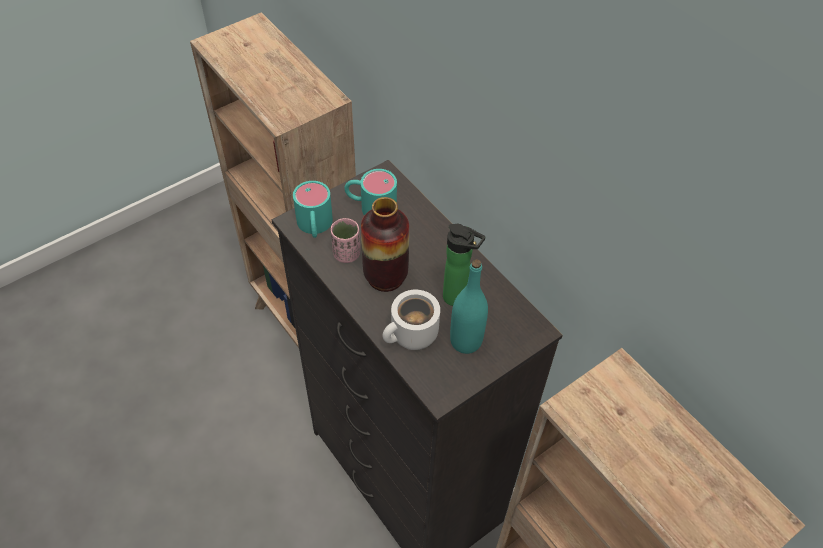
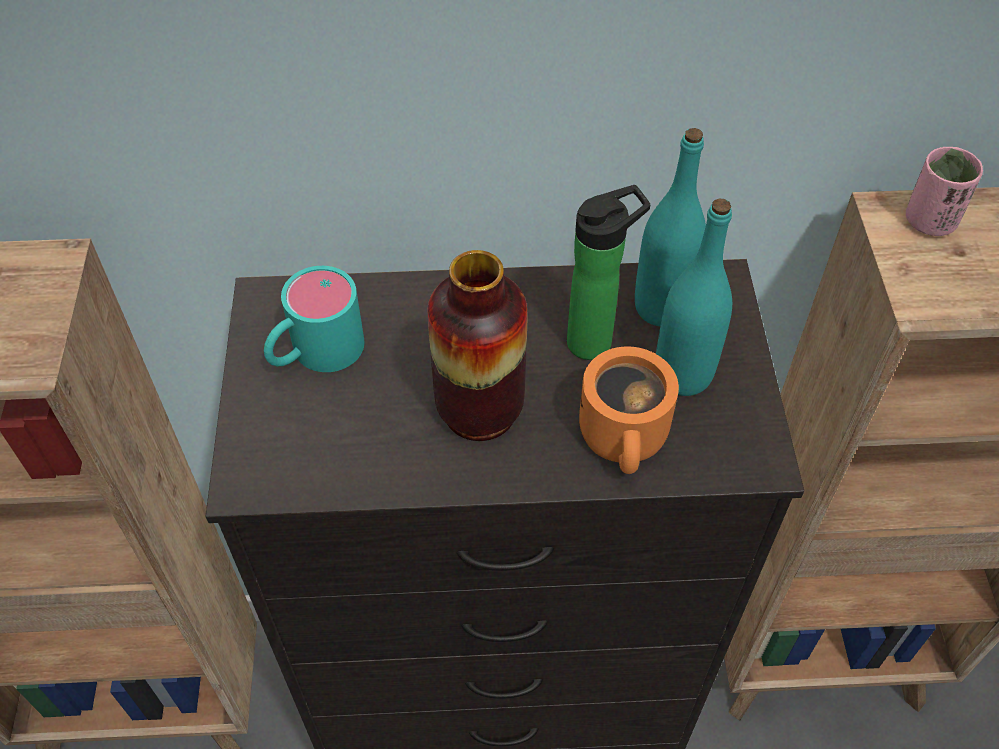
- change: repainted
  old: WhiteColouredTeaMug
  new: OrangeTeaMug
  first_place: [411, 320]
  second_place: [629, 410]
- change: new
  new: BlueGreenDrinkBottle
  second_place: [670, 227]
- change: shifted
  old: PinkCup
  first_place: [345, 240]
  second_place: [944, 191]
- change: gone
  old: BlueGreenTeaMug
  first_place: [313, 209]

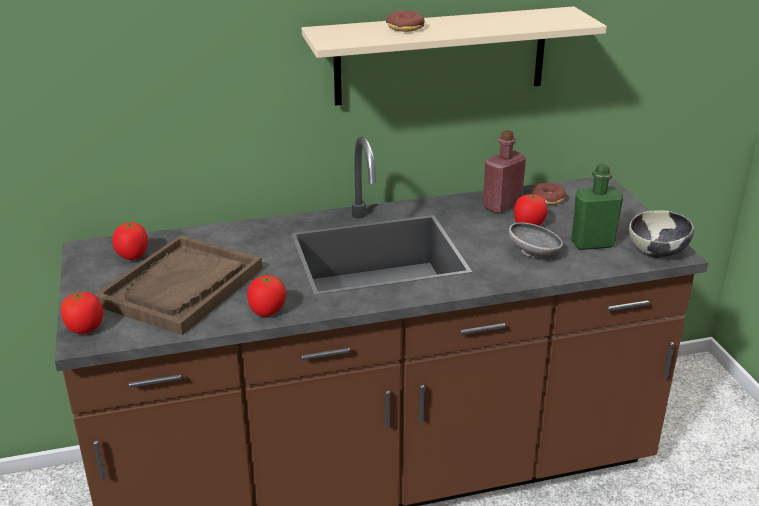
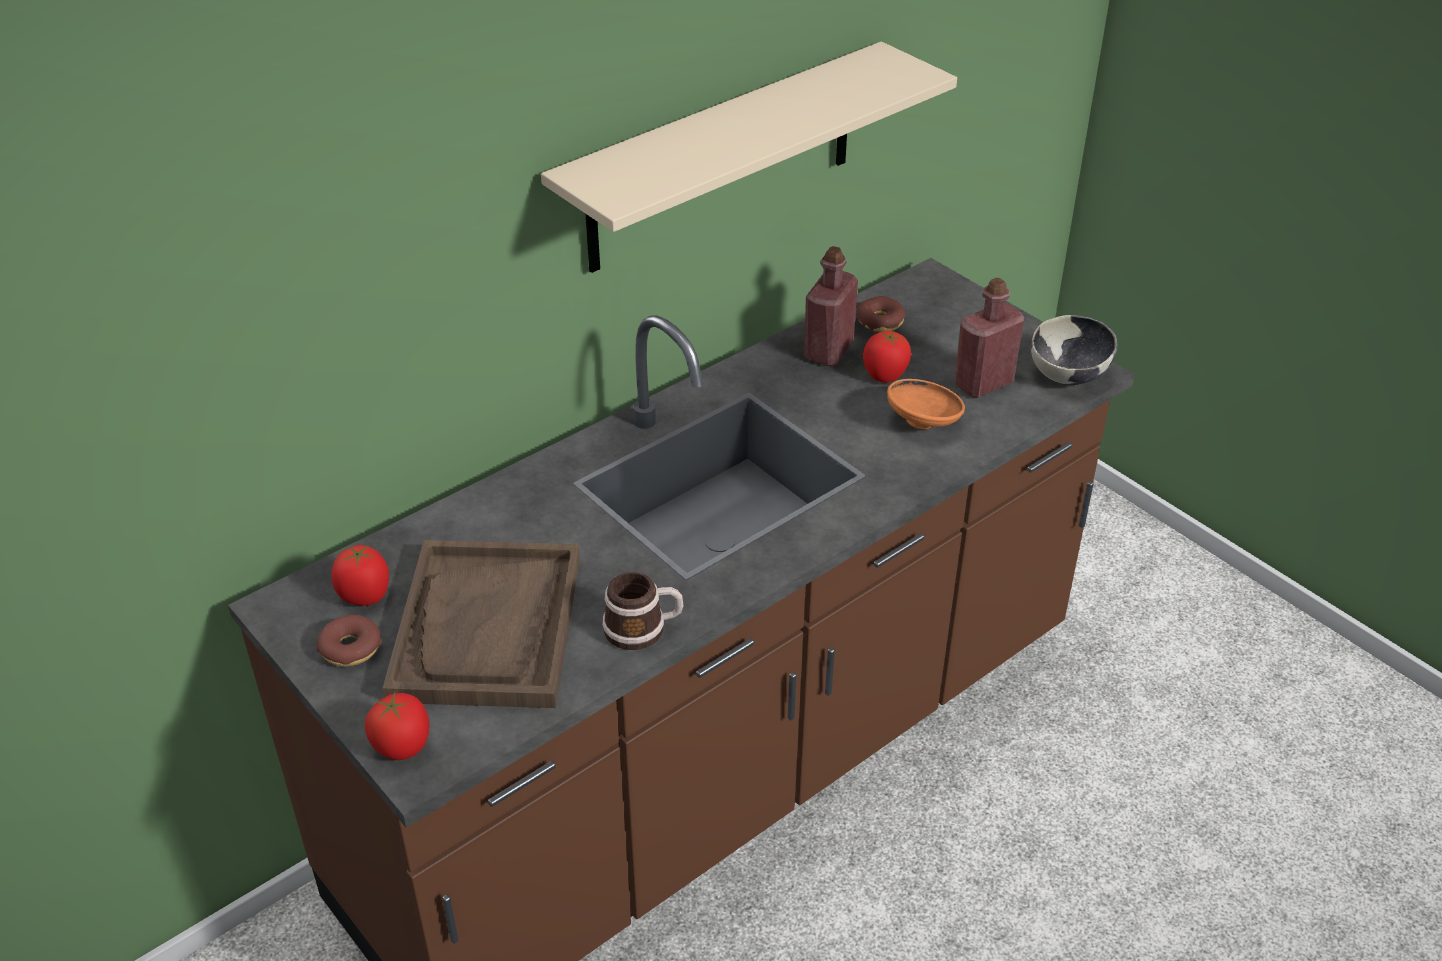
- change: shifted
  old: Doughnut
  first_place: [405, 21]
  second_place: [349, 641]
- change: swapped
  old: FreshTomato
  new: TeaMug
  first_place: [266, 296]
  second_place: [642, 611]
- change: repainted
  old: GreyServingBowl
  new: OrangeServingBowl
  first_place: [536, 239]
  second_place: [926, 404]
- change: repainted
  old: GreenColouredDrinkBottle
  new: RedDrinkBottle
  first_place: [597, 207]
  second_place: [989, 338]

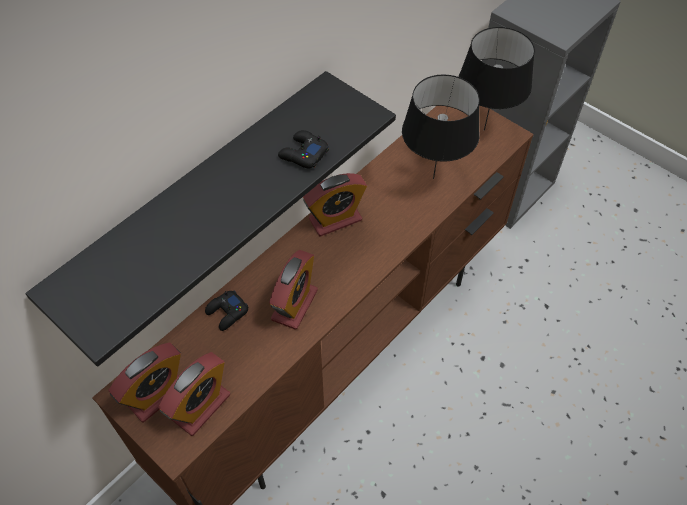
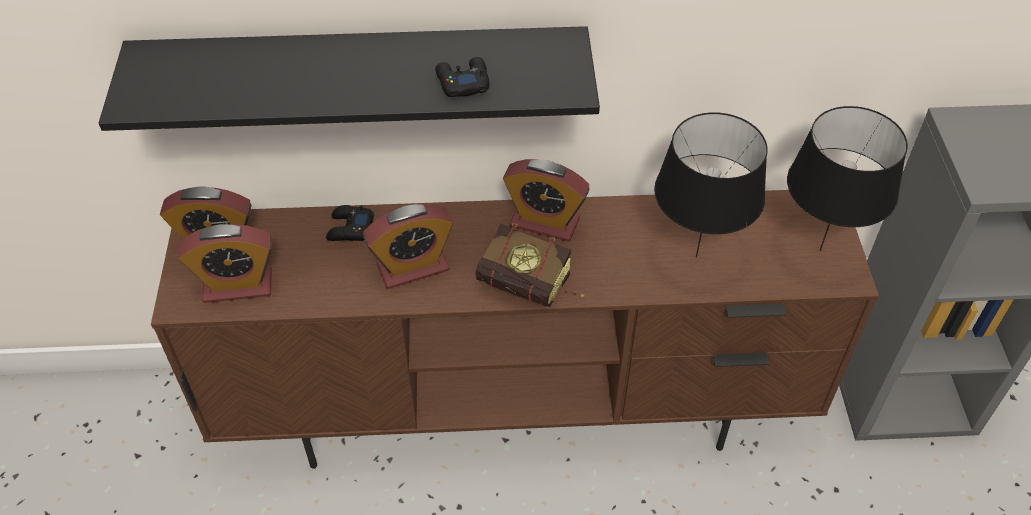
- change: new
  new: Book
  second_place: [530, 265]

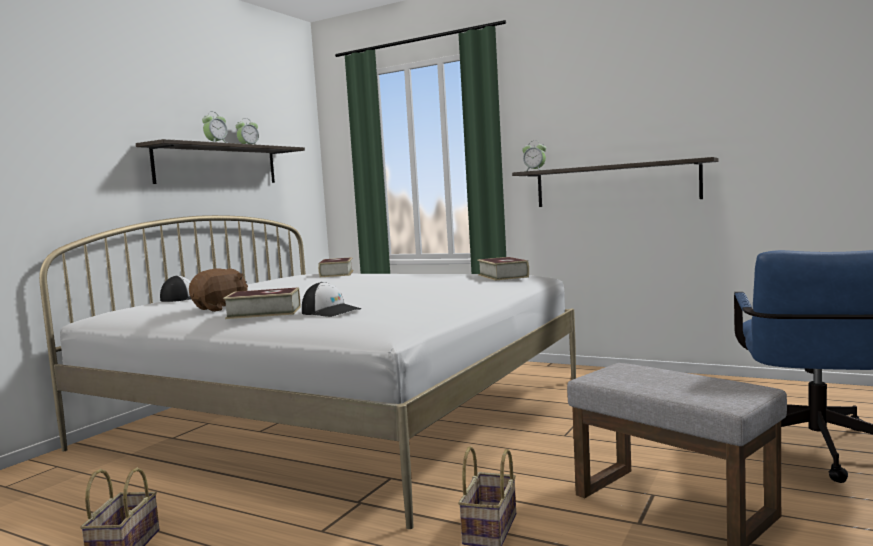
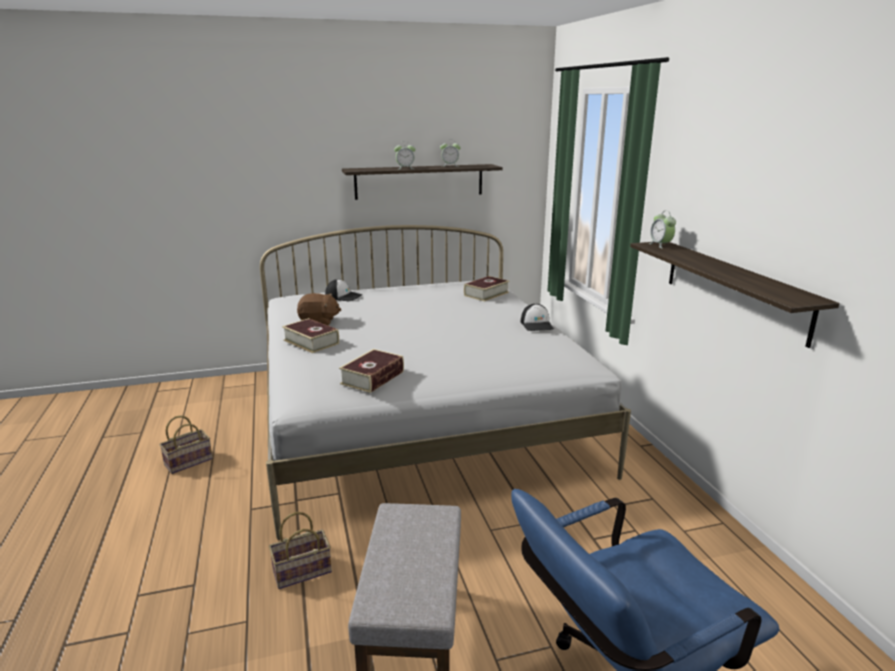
- change: shifted
  old: Book
  first_place: [503, 269]
  second_place: [371, 371]
- change: shifted
  old: PeakedCap
  first_place: [332, 299]
  second_place: [537, 317]

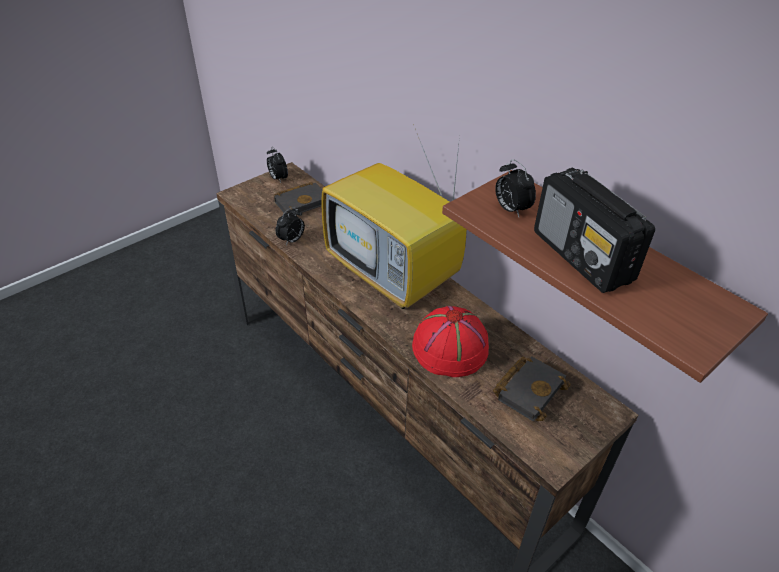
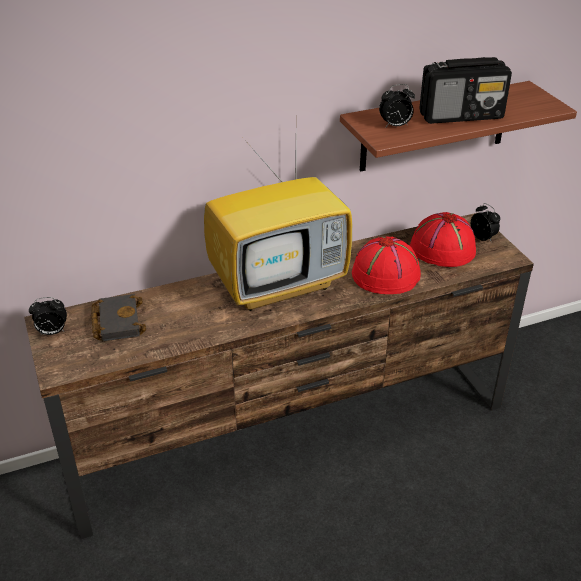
- change: swapped
  old: BlackColouredBook
  new: RedHat
  first_place: [532, 389]
  second_place: [443, 239]
- change: shifted
  old: TableClock
  first_place: [290, 226]
  second_place: [485, 222]

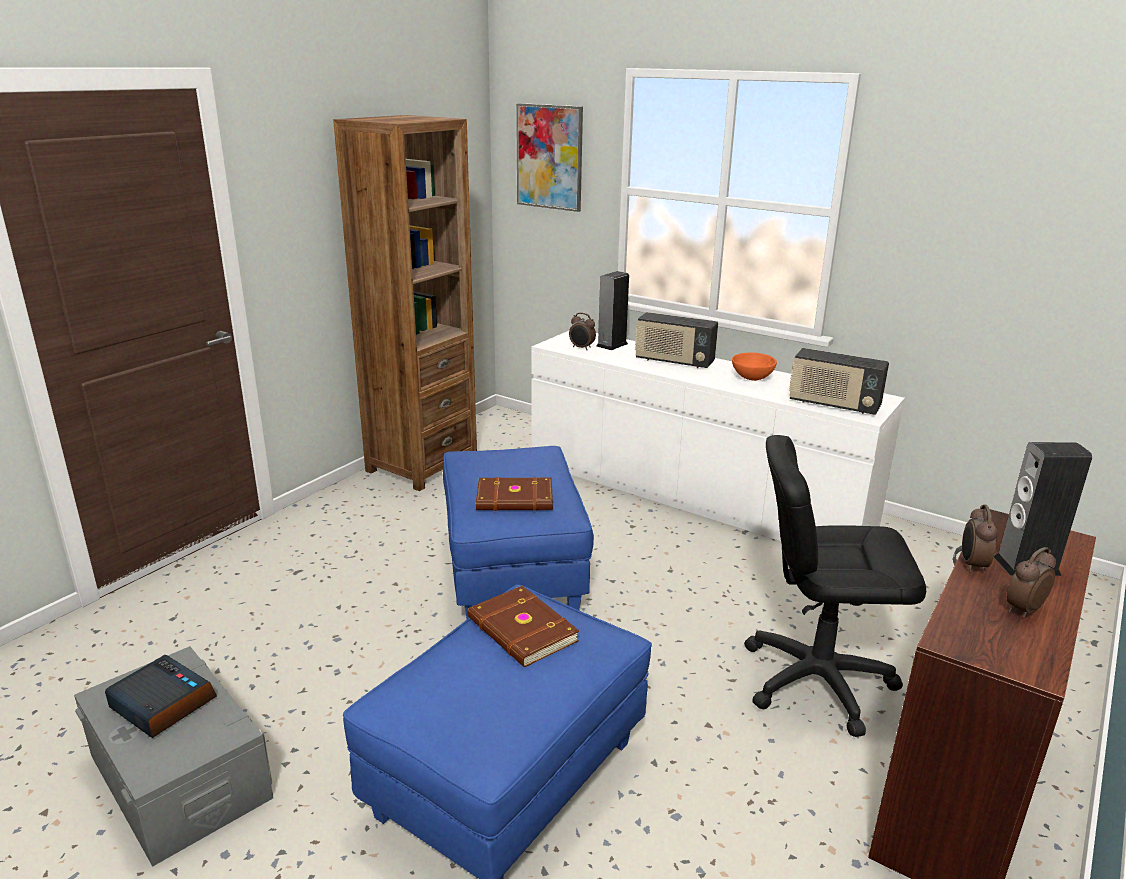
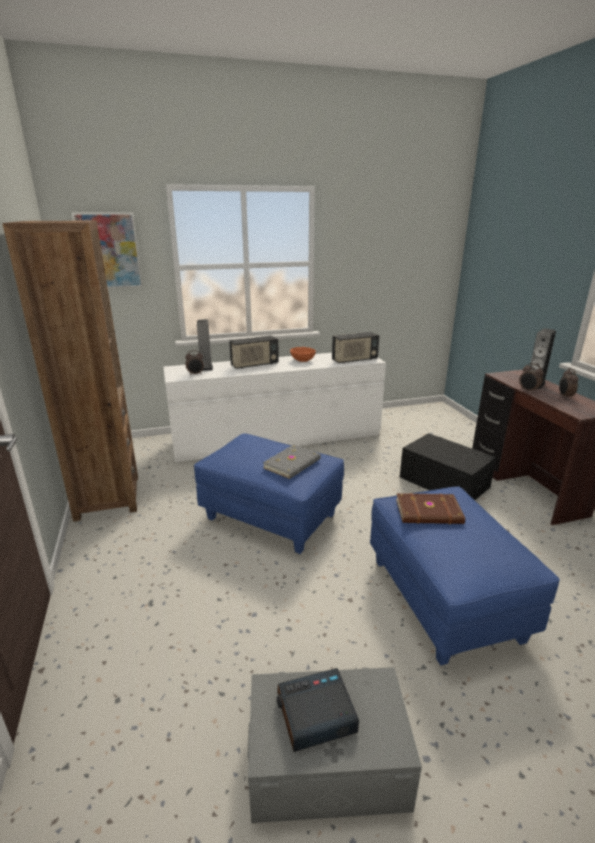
- change: repainted
  old: BrownBook
  new: GreyBook
  first_place: [514, 494]
  second_place: [292, 462]
- change: swapped
  old: BlackColouredComputerChair
  new: BlackColouredStorageBin
  first_place: [835, 586]
  second_place: [448, 466]

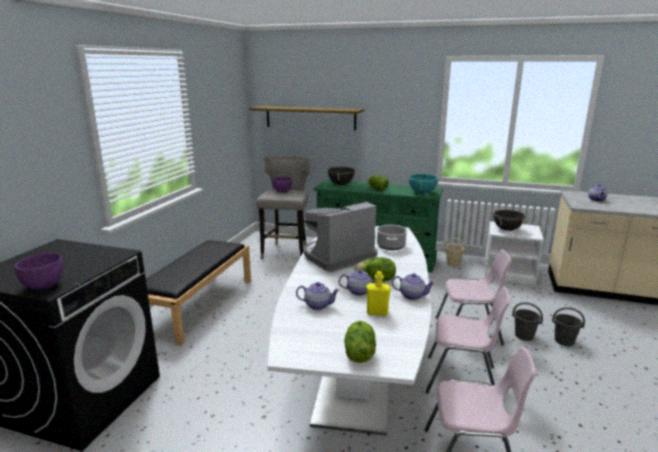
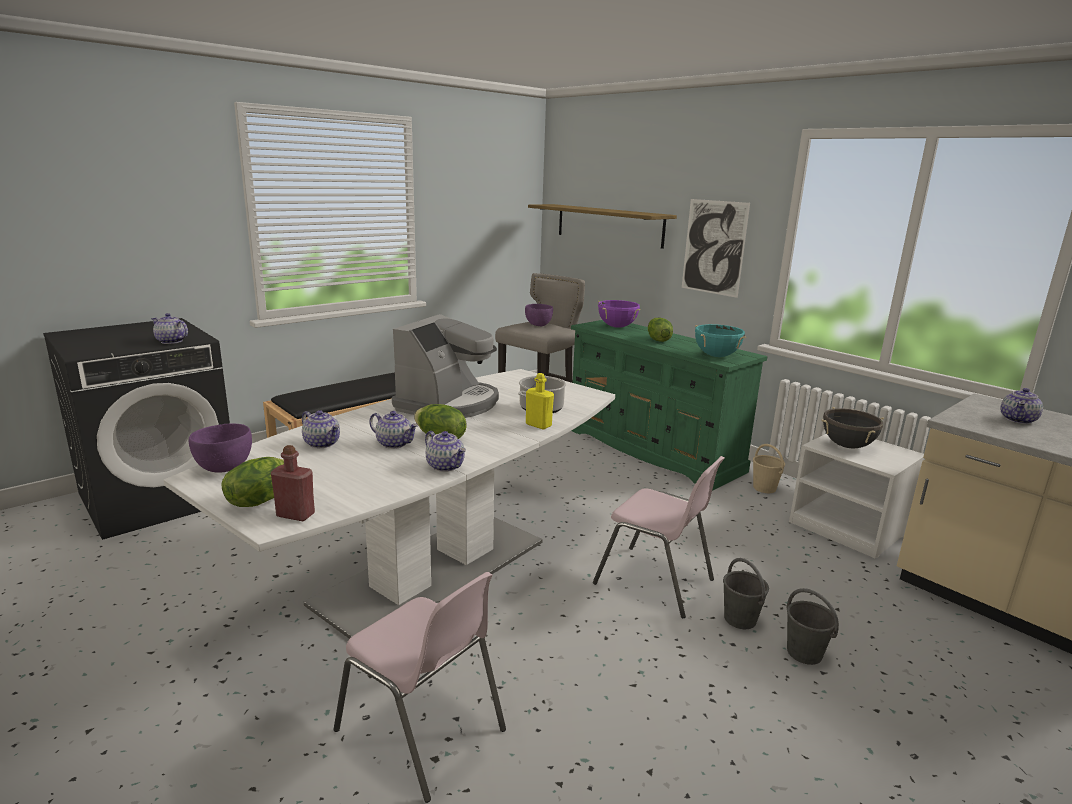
- change: new
  new: Teapot
  second_place: [169, 328]
- change: shifted
  old: PurpleServingBowl
  first_place: [39, 271]
  second_place: [220, 448]
- change: new
  new: RedDrinkBottle
  second_place: [293, 483]
- change: rotated
  old: CoffeeMachine
  first_place: [340, 236]
  second_place: [445, 366]
  degrees: 120
- change: shifted
  old: YellowDrinkBottle
  first_place: [378, 293]
  second_place: [540, 401]
- change: repainted
  old: BlackColouredCookingPot
  new: PurpleCookingPot
  first_place: [341, 176]
  second_place: [619, 314]
- change: new
  new: WallArt
  second_place: [716, 248]
- change: gone
  old: PinkChair
  first_place: [468, 340]

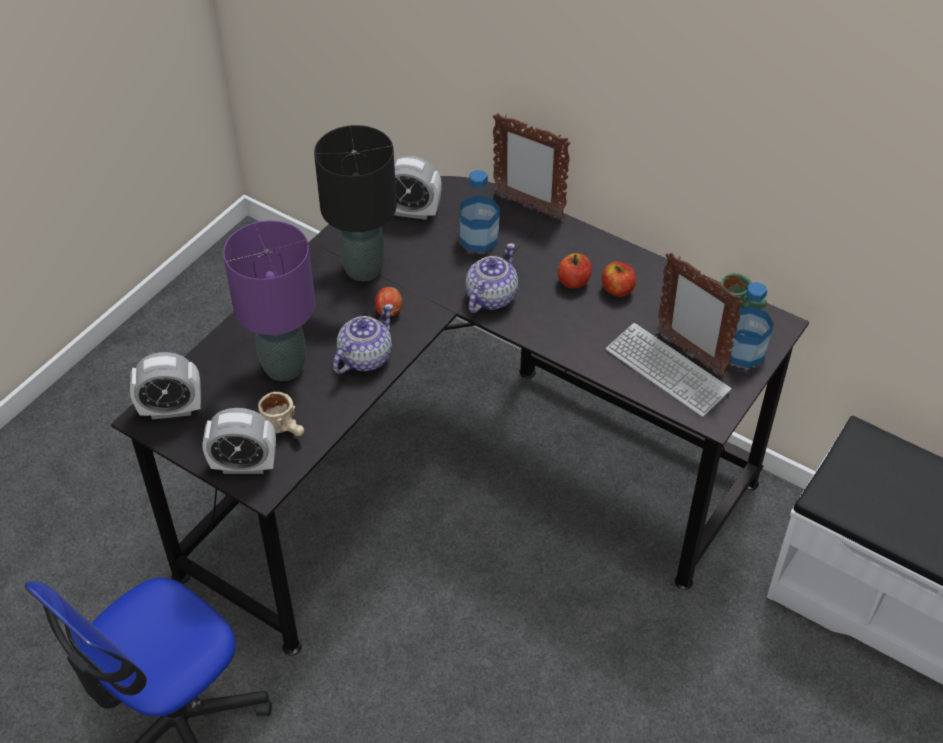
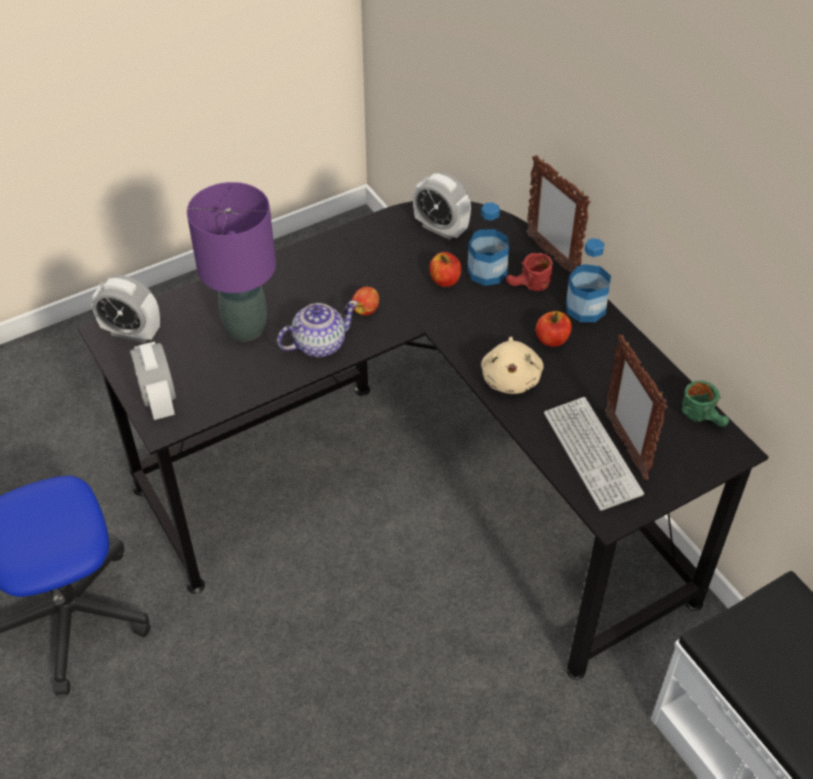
- change: rotated
  old: TableClock
  first_place: [239, 441]
  second_place: [153, 381]
  degrees: 45
- change: shifted
  old: Apple
  first_place: [619, 279]
  second_place: [445, 269]
- change: new
  new: SandColouredPlushToy
  second_place: [512, 365]
- change: new
  new: RedTeaMug
  second_place: [529, 272]
- change: shifted
  old: DrinkBottle
  first_place: [751, 325]
  second_place: [588, 280]
- change: gone
  old: SandColouredTeaMug
  first_place: [281, 414]
- change: gone
  old: BlackColouredTableLamp
  first_place: [355, 203]
- change: gone
  old: Teapot
  first_place: [492, 278]

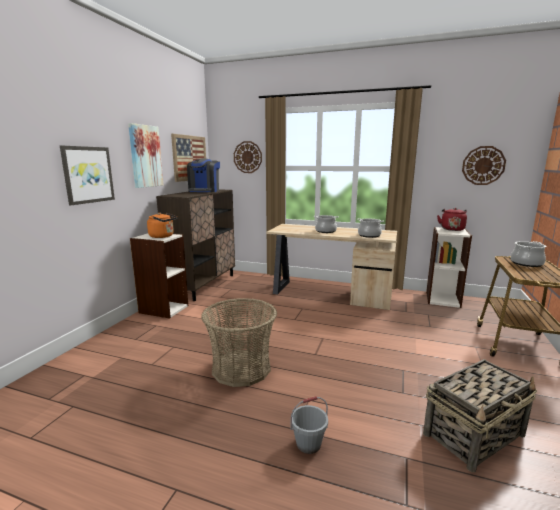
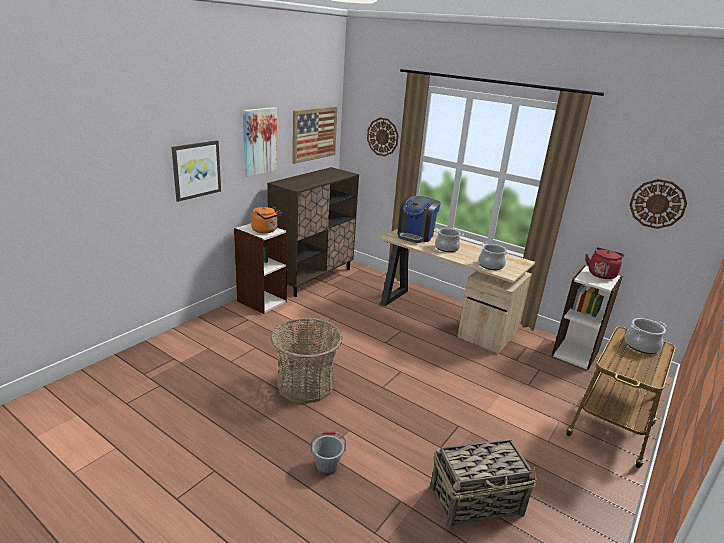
- change: shifted
  old: CoffeeMachine
  first_place: [203, 175]
  second_place: [419, 219]

